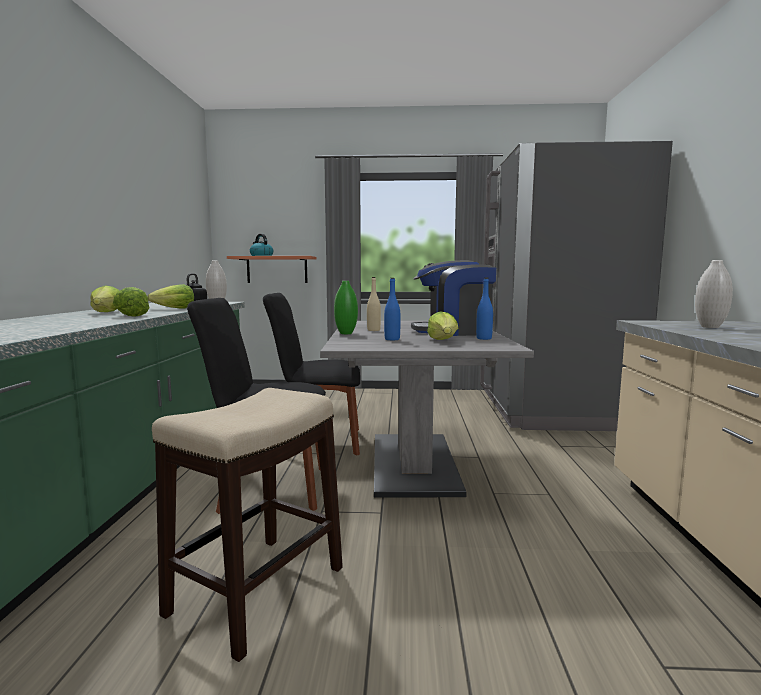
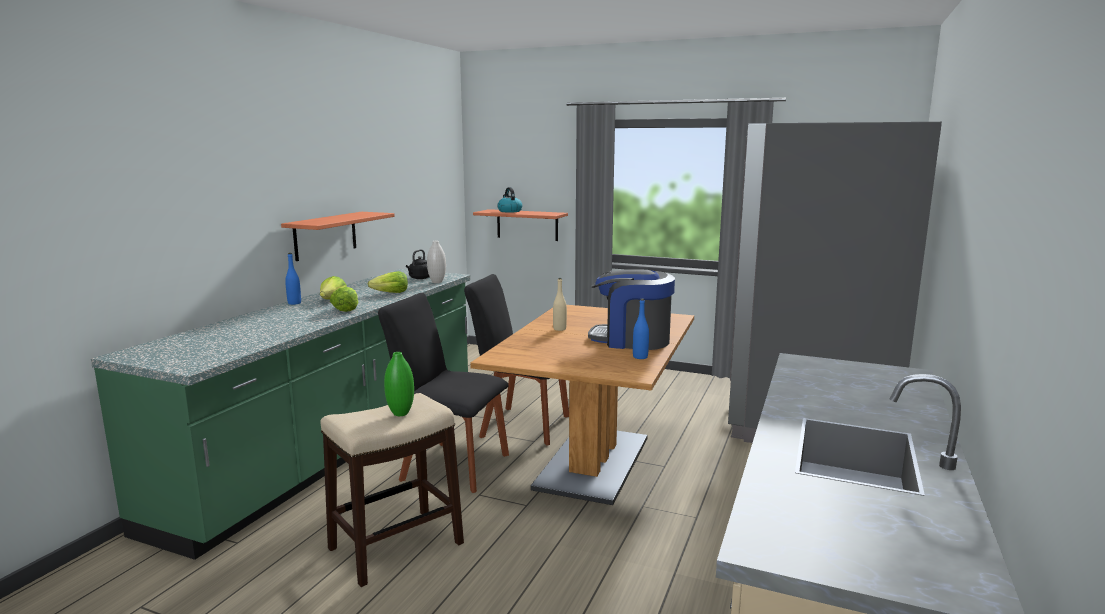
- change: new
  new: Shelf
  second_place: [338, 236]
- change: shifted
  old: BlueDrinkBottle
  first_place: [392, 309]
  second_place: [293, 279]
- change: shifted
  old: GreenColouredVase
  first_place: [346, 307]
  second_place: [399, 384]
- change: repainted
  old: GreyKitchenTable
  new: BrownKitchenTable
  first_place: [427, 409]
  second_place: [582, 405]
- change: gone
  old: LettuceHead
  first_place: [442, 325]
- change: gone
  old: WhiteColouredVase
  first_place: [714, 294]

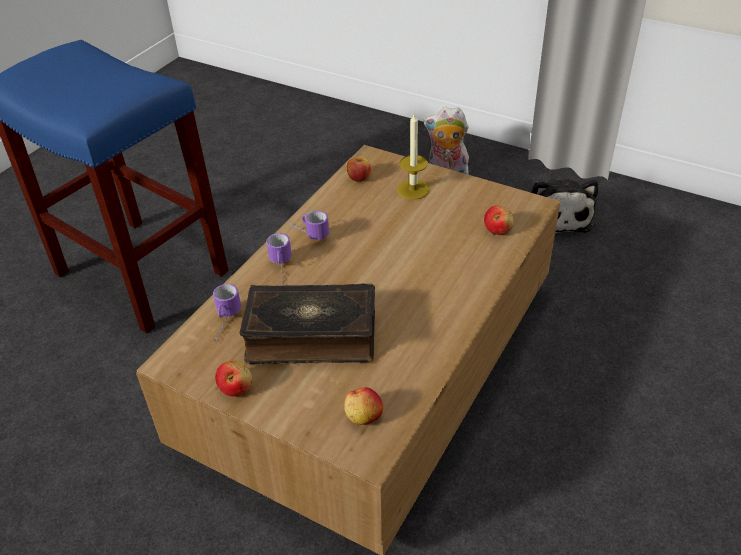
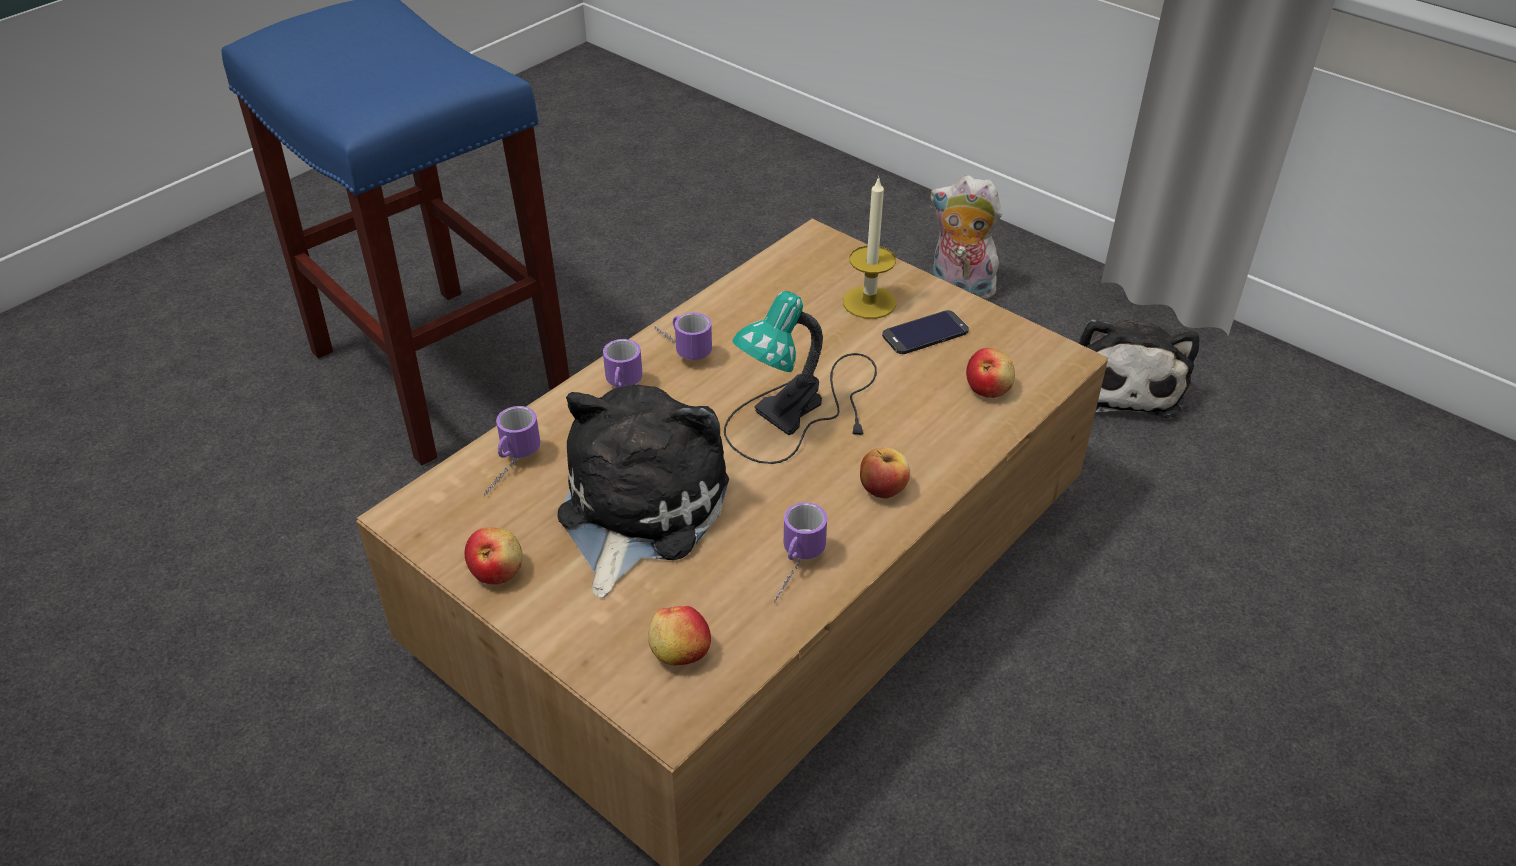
- change: swapped
  old: Book
  new: PlushToy
  first_place: [307, 324]
  second_place: [643, 491]
- change: new
  new: TableLamp
  second_place: [800, 377]
- change: new
  new: TeaMug
  second_place: [800, 552]
- change: shifted
  old: Apple
  first_place: [359, 169]
  second_place: [885, 472]
- change: new
  new: Telephone
  second_place: [925, 332]

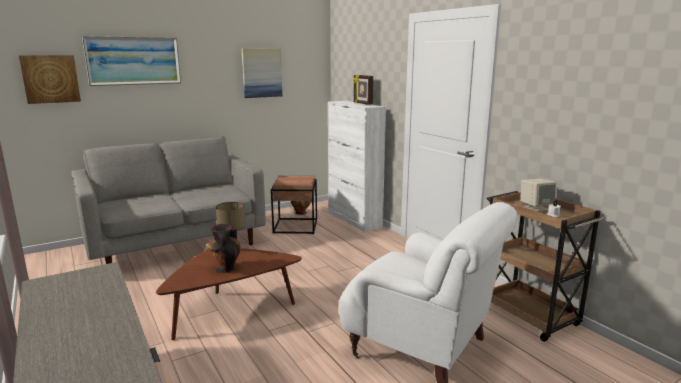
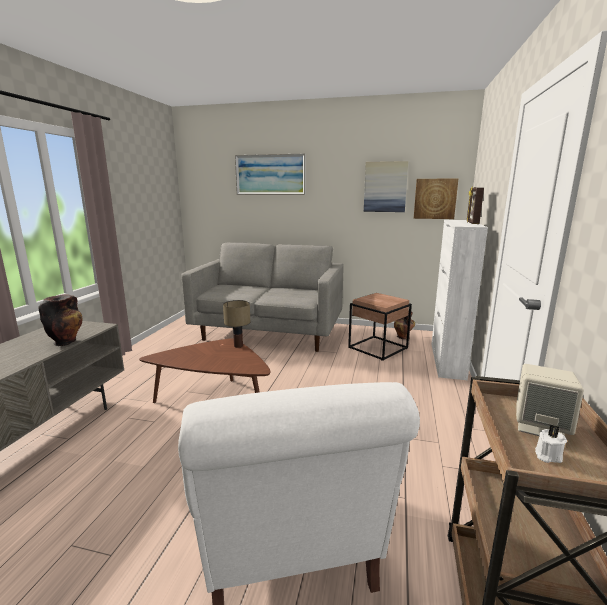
- change: shifted
  old: Vase
  first_place: [223, 248]
  second_place: [60, 320]
- change: shifted
  old: WallArt
  first_place: [50, 79]
  second_place: [436, 198]

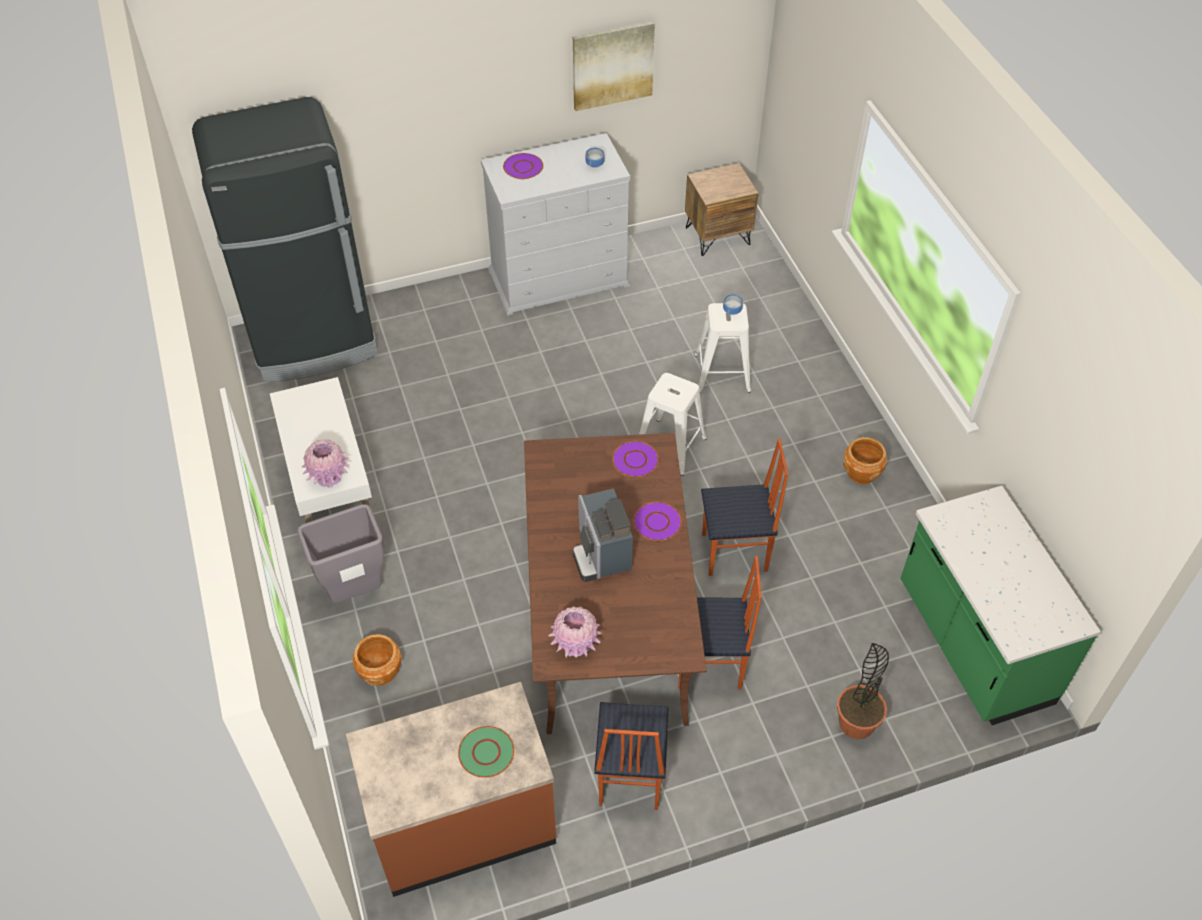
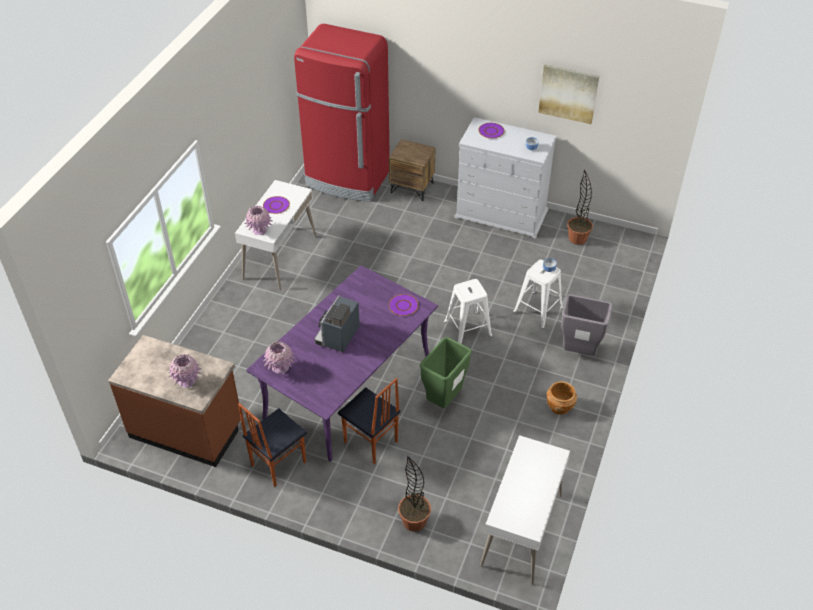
- change: swapped
  old: GreenColouredFlatDish
  new: PinkVase
  first_place: [486, 752]
  second_place: [185, 371]
- change: repainted
  old: BrownKitchenTable
  new: PurpleKitchenTable
  first_place: [615, 583]
  second_place: [342, 363]
- change: shifted
  old: PurpleFlatDish
  first_place: [657, 521]
  second_place: [276, 205]
- change: repainted
  old: BlackColouredFridge
  new: RedFridge
  first_place: [285, 239]
  second_place: [342, 113]
- change: shifted
  old: BrownNightstand
  first_place: [722, 209]
  second_place: [412, 170]
- change: swapped
  old: Chair
  new: GreenColouredTrashCan
  first_place: [744, 507]
  second_place: [446, 372]
- change: swapped
  old: GreenColouredKitchenCounter
  new: WhiteColouredDesk
  first_place: [1000, 605]
  second_place: [525, 509]
- change: shifted
  old: GreyTrashCan
  first_place: [340, 553]
  second_place: [587, 325]
- change: new
  new: PottedPlant
  second_place: [580, 207]
- change: gone
  old: BrownFlowerPot
  first_place: [377, 660]

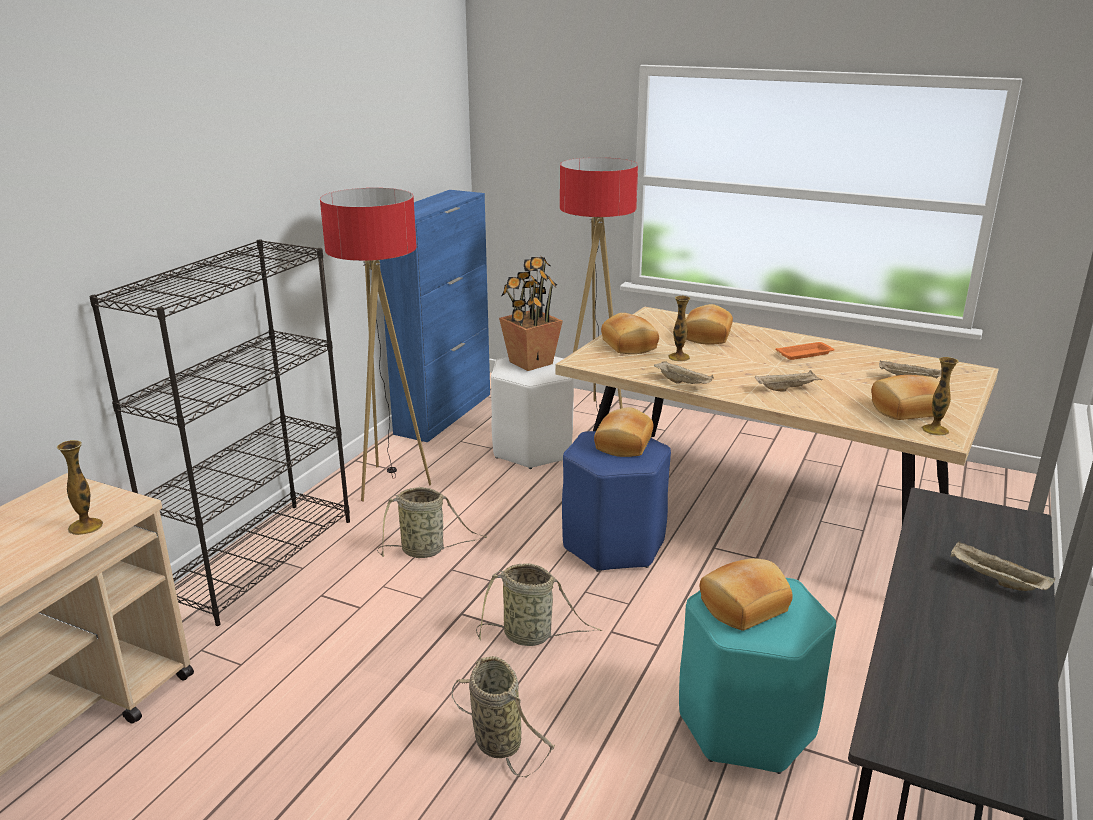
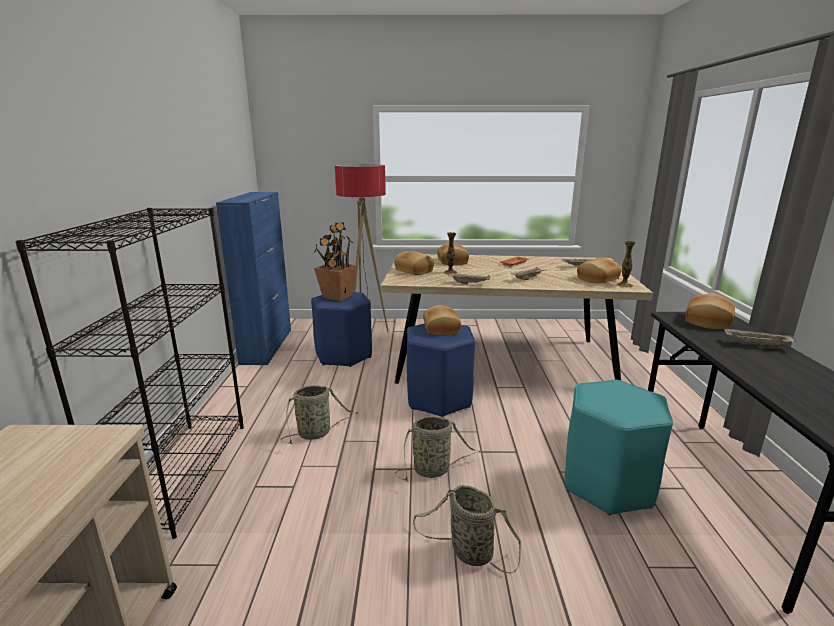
- change: repainted
  old: WhiteColouredStoolSeat
  new: BlueStoolSeat
  first_place: [532, 412]
  second_place: [341, 329]
- change: shifted
  old: BakedBread
  first_place: [746, 594]
  second_place: [710, 311]
- change: gone
  old: Vase
  first_place: [80, 487]
- change: gone
  old: FloorLamp
  first_place: [375, 345]

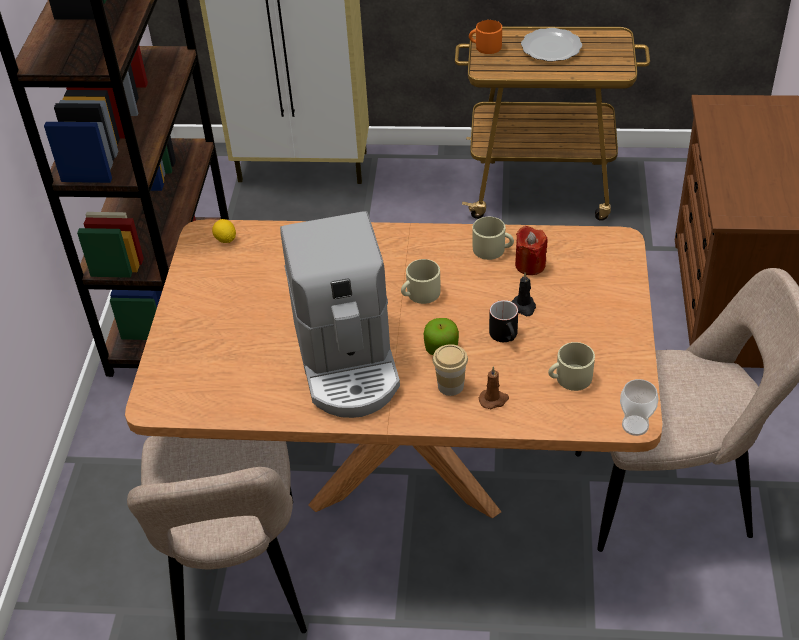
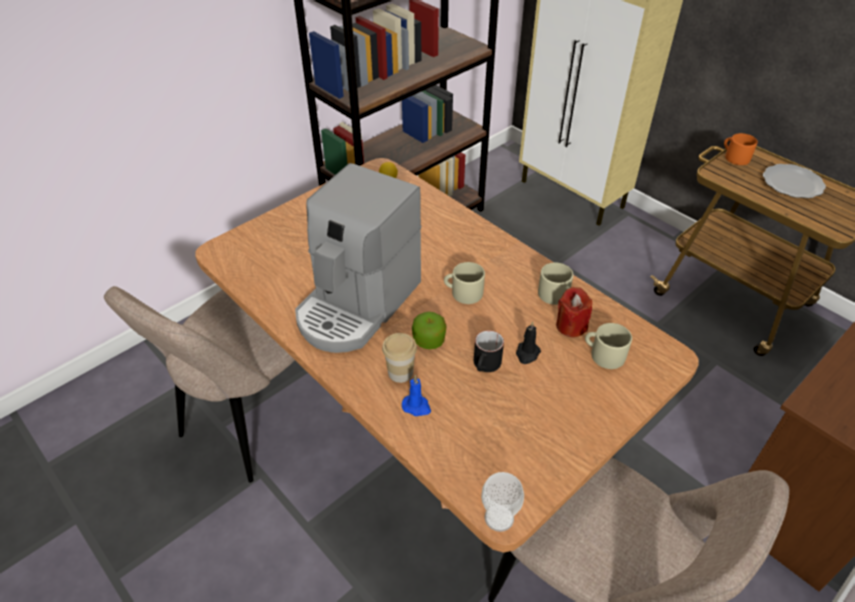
- change: repainted
  old: BrownWaxLight
  new: BlueWaxLight
  first_place: [494, 387]
  second_place: [416, 395]
- change: shifted
  old: SandColouredTeaMug
  first_place: [571, 366]
  second_place: [608, 346]

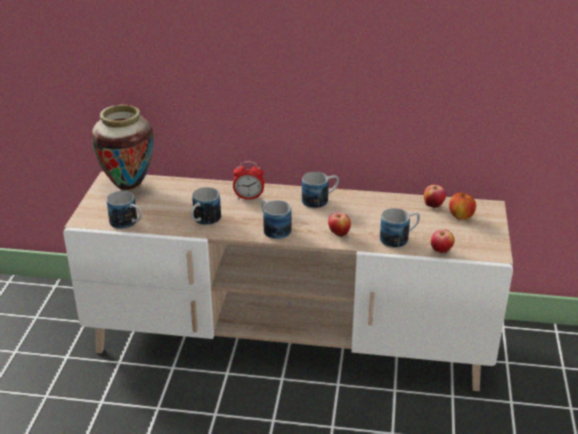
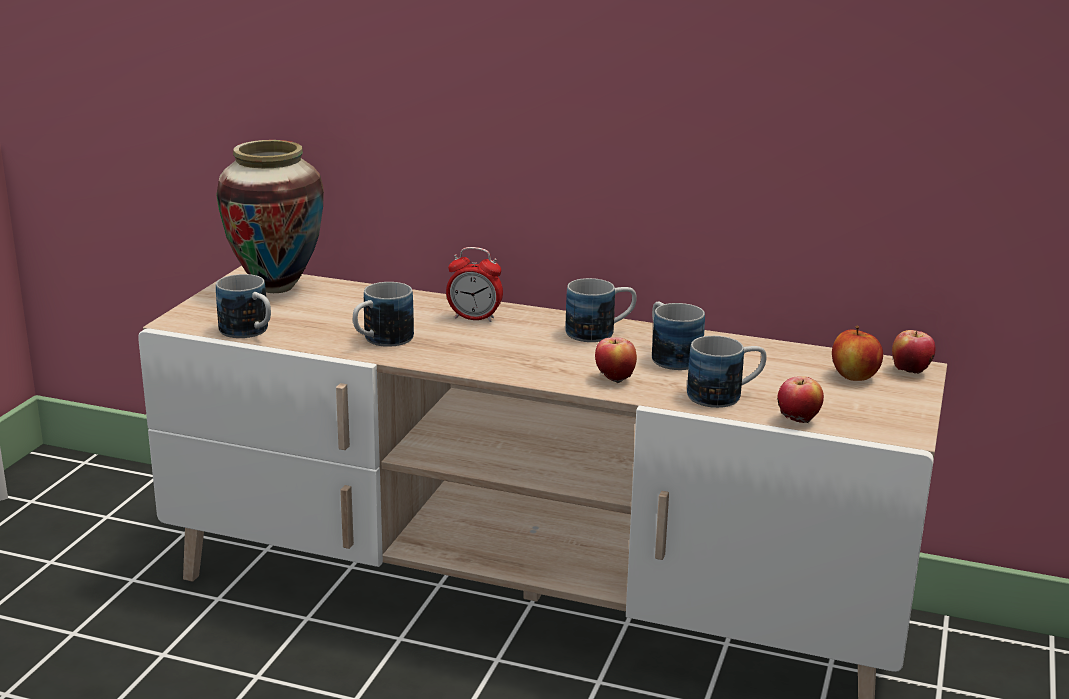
- change: shifted
  old: TeaMug
  first_place: [276, 219]
  second_place: [678, 336]
- change: shifted
  old: Apple
  first_place: [435, 196]
  second_place: [913, 352]

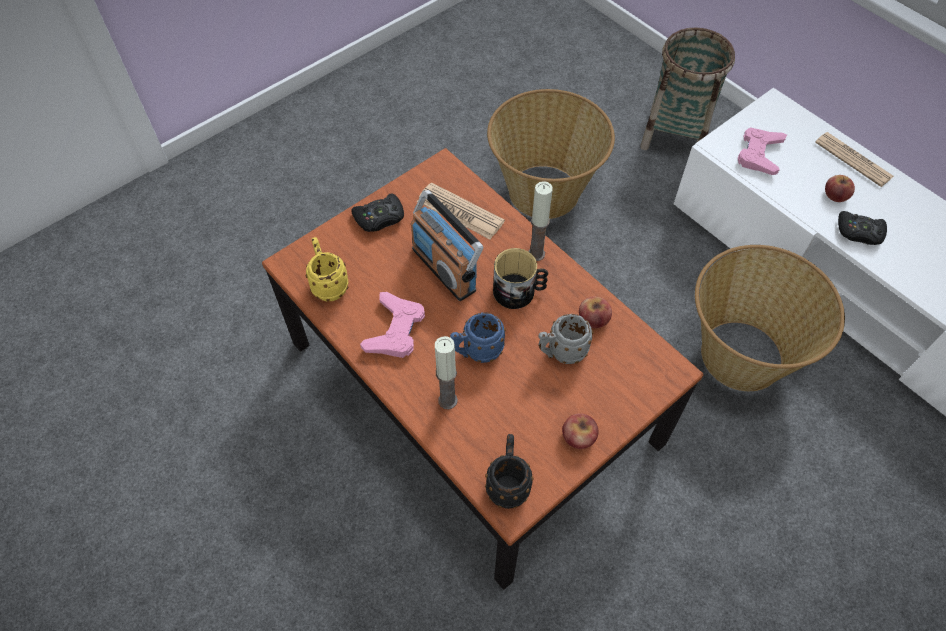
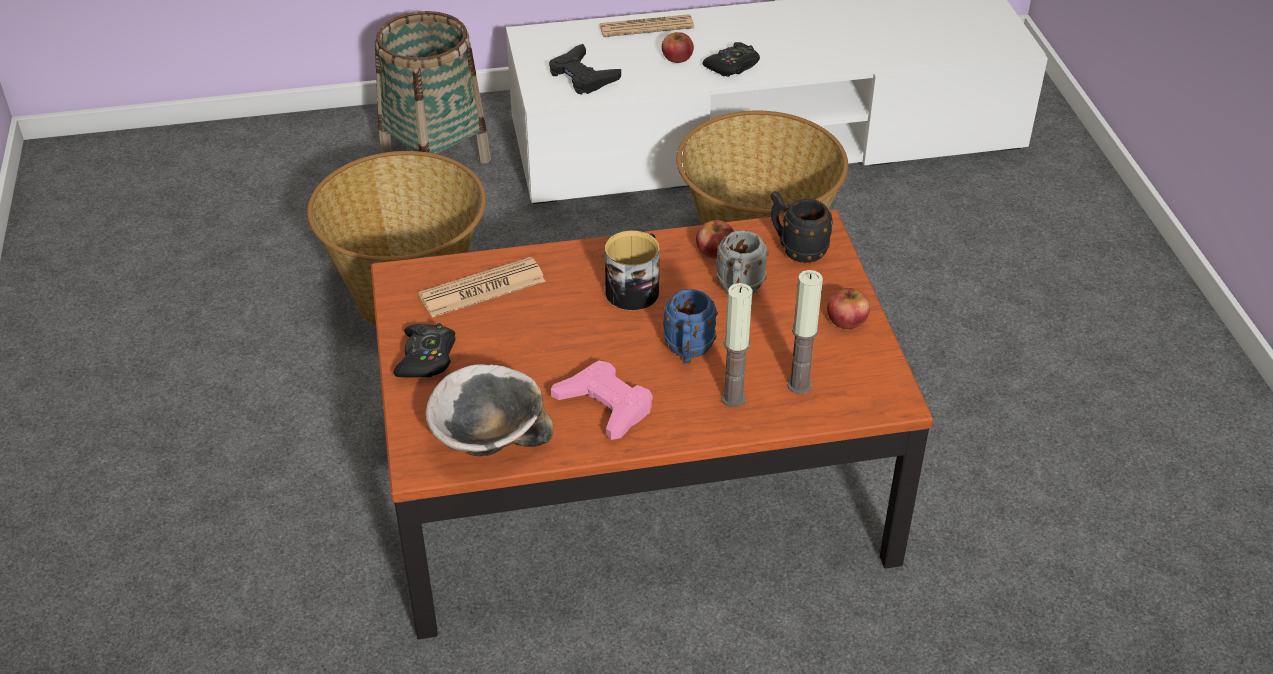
- change: swapped
  old: YellowTeaMug
  new: ServingBowl
  first_place: [327, 269]
  second_place: [490, 410]
- change: repainted
  old: PinkJoypad
  new: BlackColouredJoypad
  first_place: [762, 151]
  second_place: [585, 69]
- change: shifted
  old: BlackColouredTeaMug
  first_place: [509, 471]
  second_place: [801, 227]
- change: shifted
  old: WaxLight
  first_place: [540, 221]
  second_place: [805, 332]
- change: gone
  old: RadioReceiver
  first_place: [447, 245]

